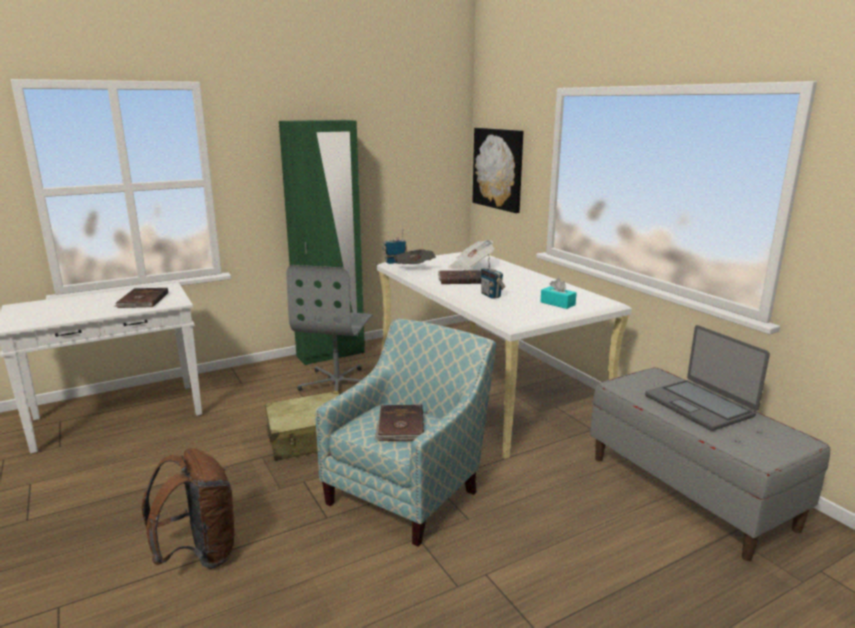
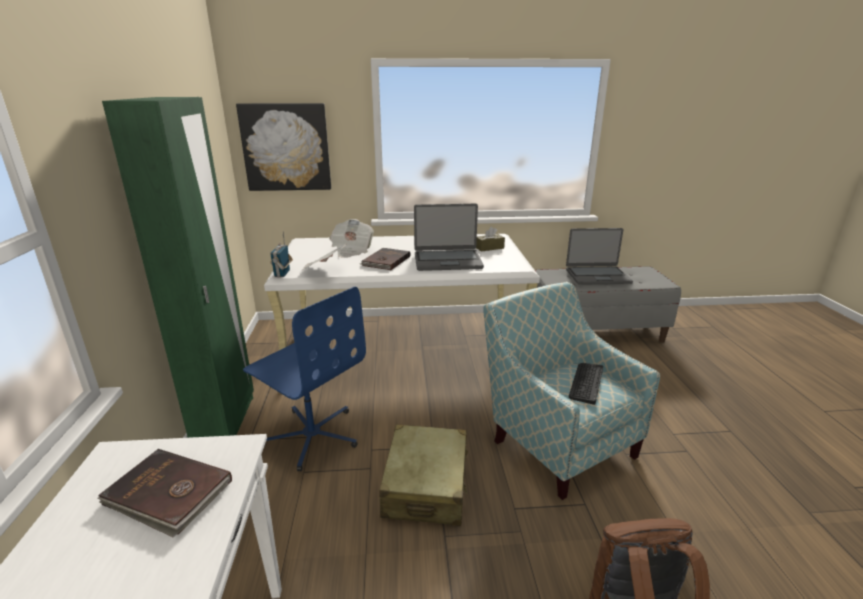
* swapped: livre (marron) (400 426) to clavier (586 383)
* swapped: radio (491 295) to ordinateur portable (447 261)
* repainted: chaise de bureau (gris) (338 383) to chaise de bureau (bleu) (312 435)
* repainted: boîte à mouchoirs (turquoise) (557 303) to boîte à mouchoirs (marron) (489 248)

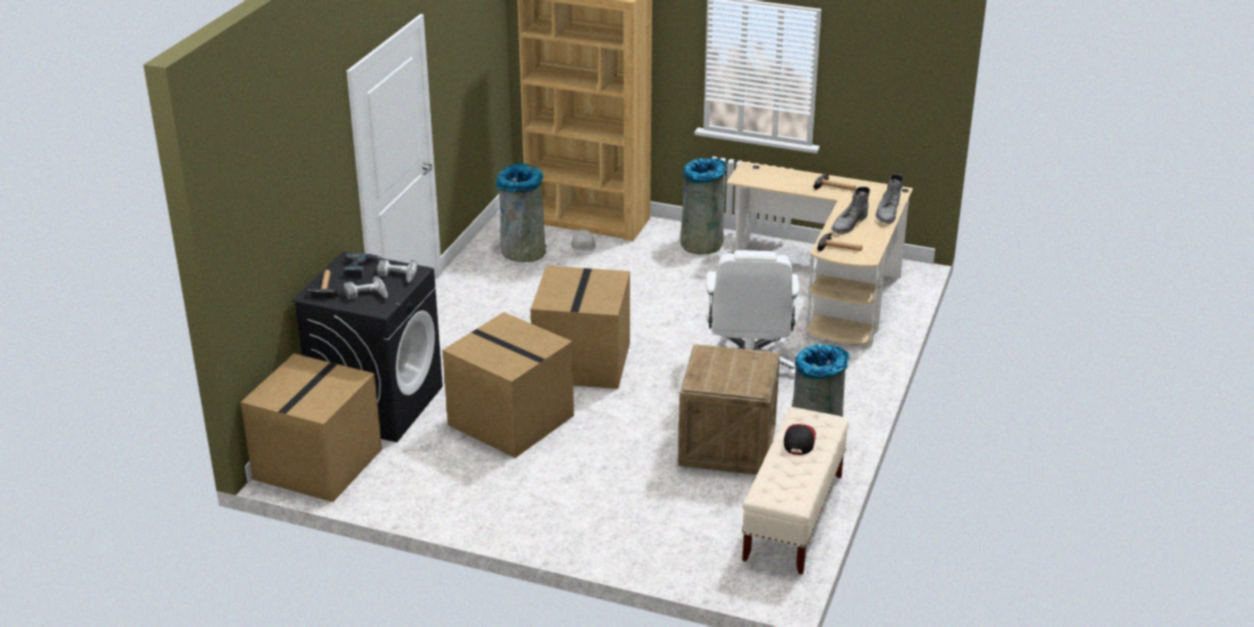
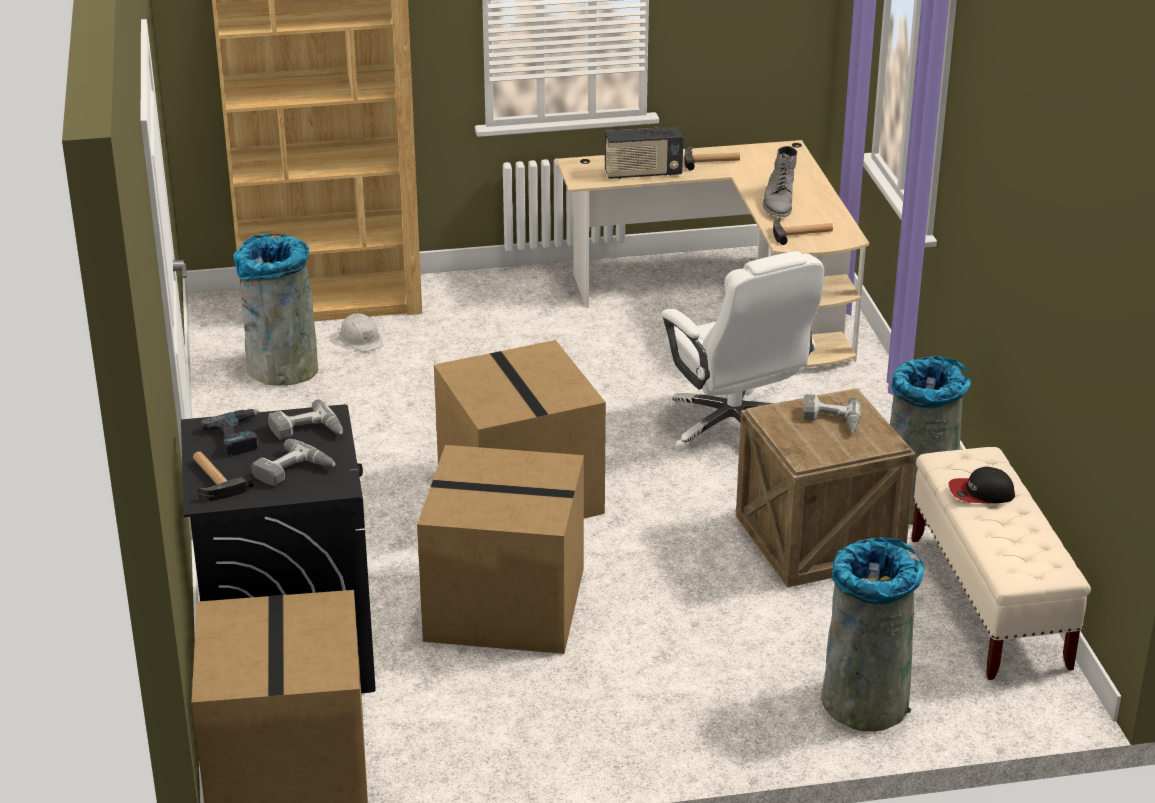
* gone: botte (gris) (887 213)
* new: radio (642 173)
* new: perceuse (831 421)
* shifted: poubelle (gris) (702 243) to (864 700)
* rotated: casquette (799 441) = (981 493) 75 degrees counterclockwise

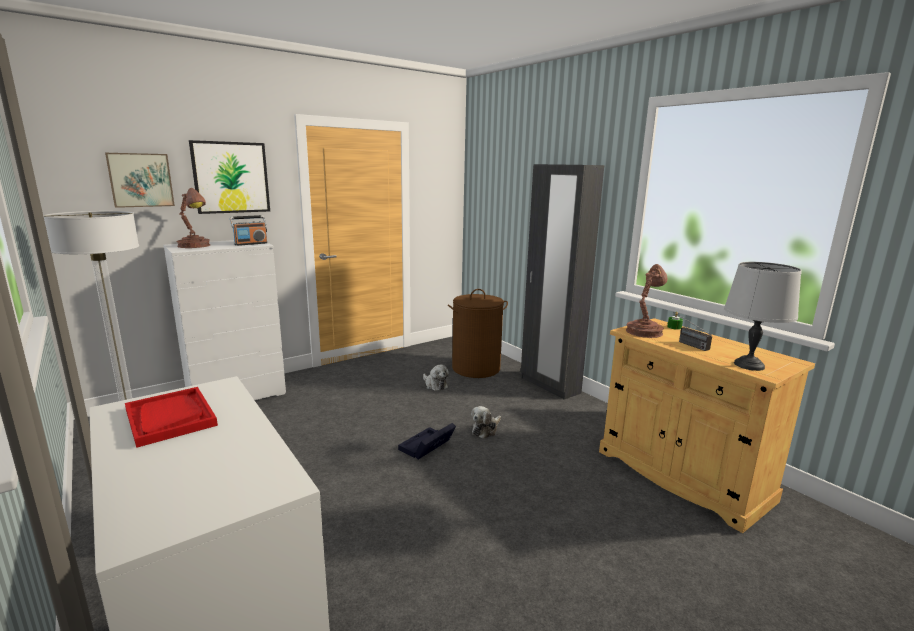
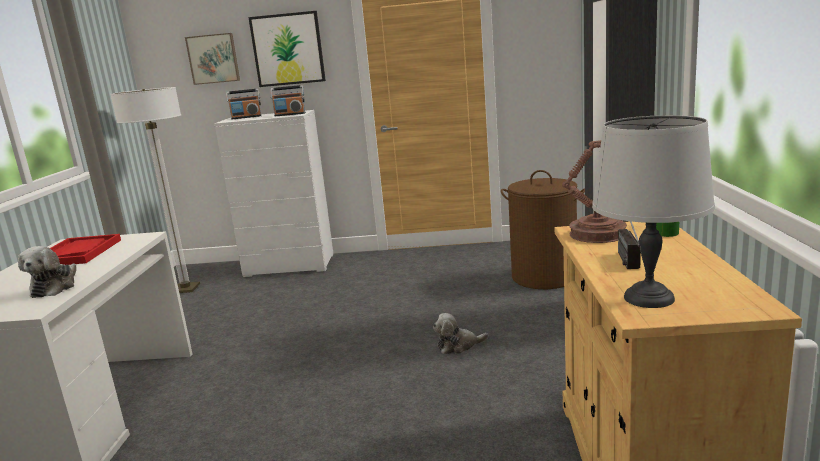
* gone: boîte de rangement (noir) (426 447)
* shifted: peluche (435 385) to (55 287)
* swapped: lampe de table (marron) (195 246) to radio (246 117)

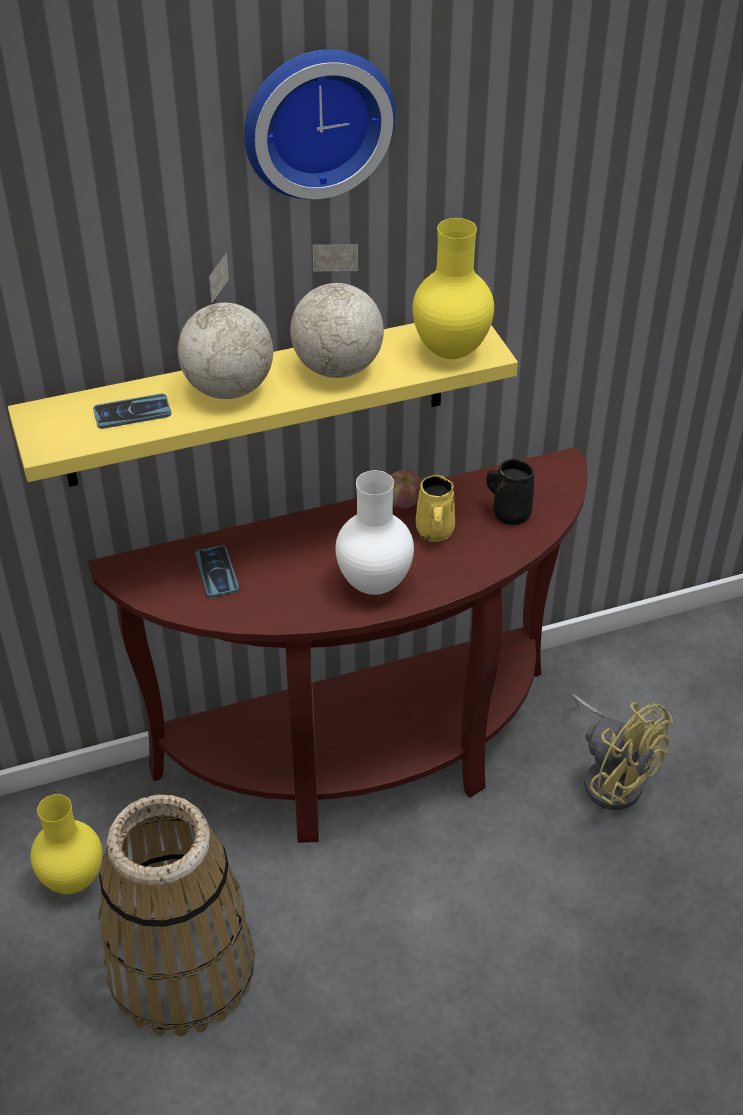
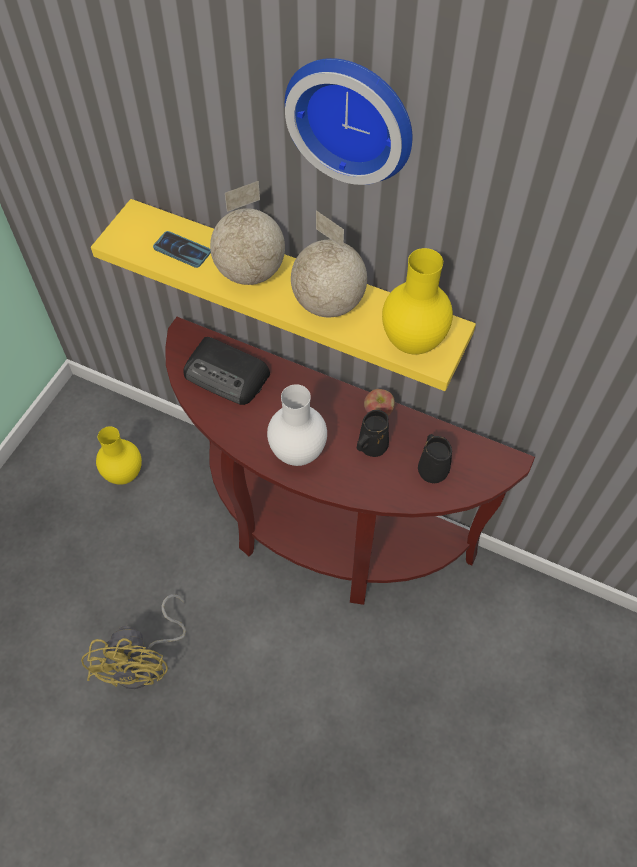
* gone: panier (182 969)
* shifted: ventilateur (jaune) (611 776) to (145 661)
* swapped: téléphone (216 572) to radio (227 375)
* repainted: mug (jaune) (434 533) to mug (noir) (371 447)

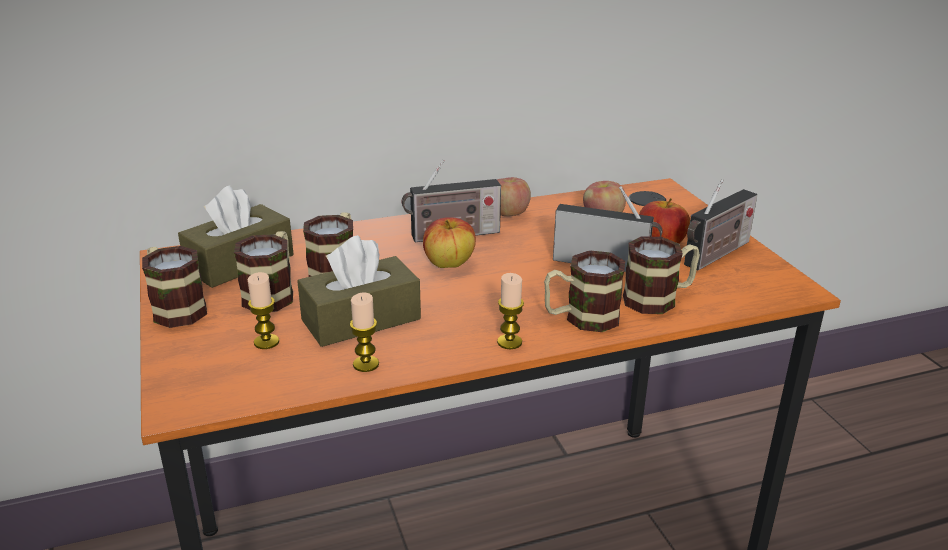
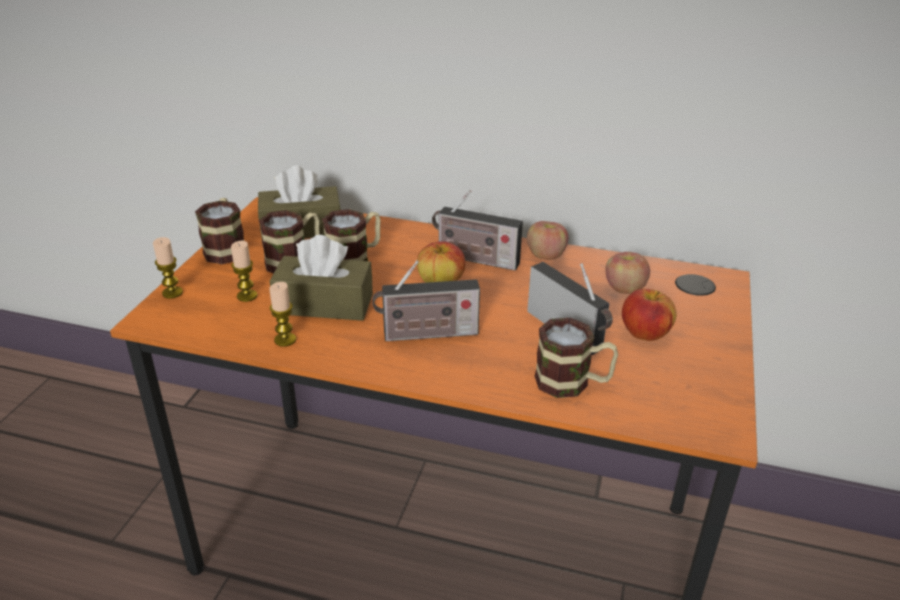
* gone: mug (581 318)
* shifted: bougie (509 342) to (172 293)
* shifted: radio (715 255) to (426 334)

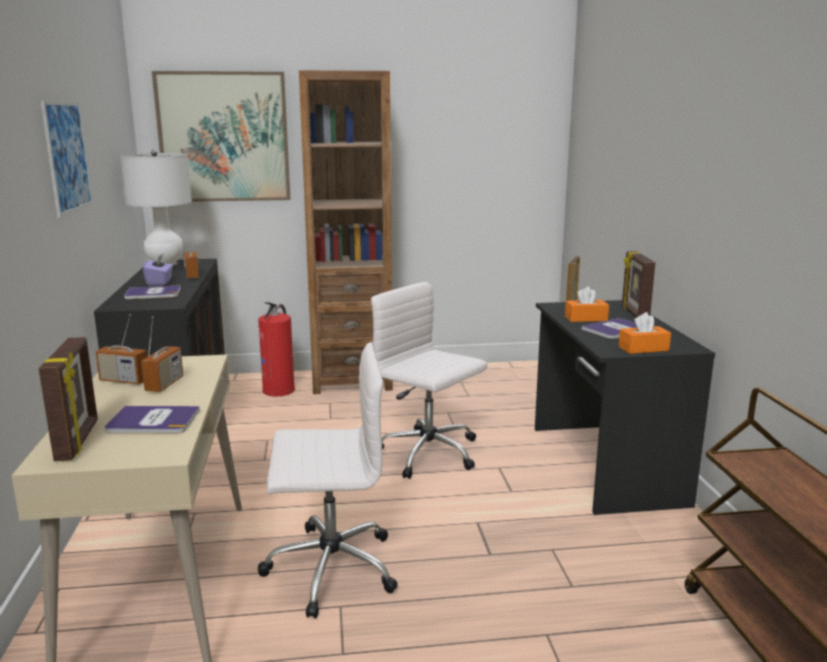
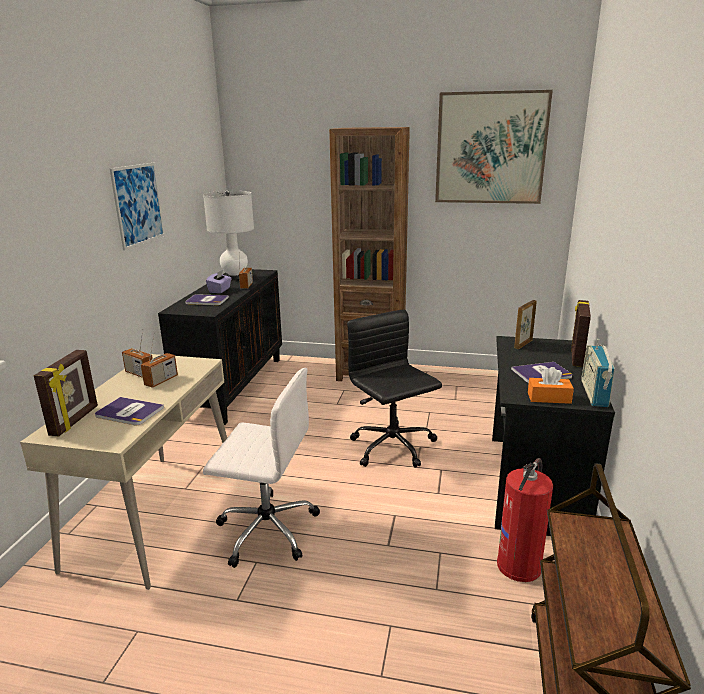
* gone: boîte à mouchoirs (orange) (586 318)
* new: radio (594 394)
* shifted: tableau (224 137) to (490 148)
* shifted: extincteur (279 390) to (519 565)
* repainted: chaise de bureau (blanc) (430 454) to chaise de bureau (noir) (393 447)

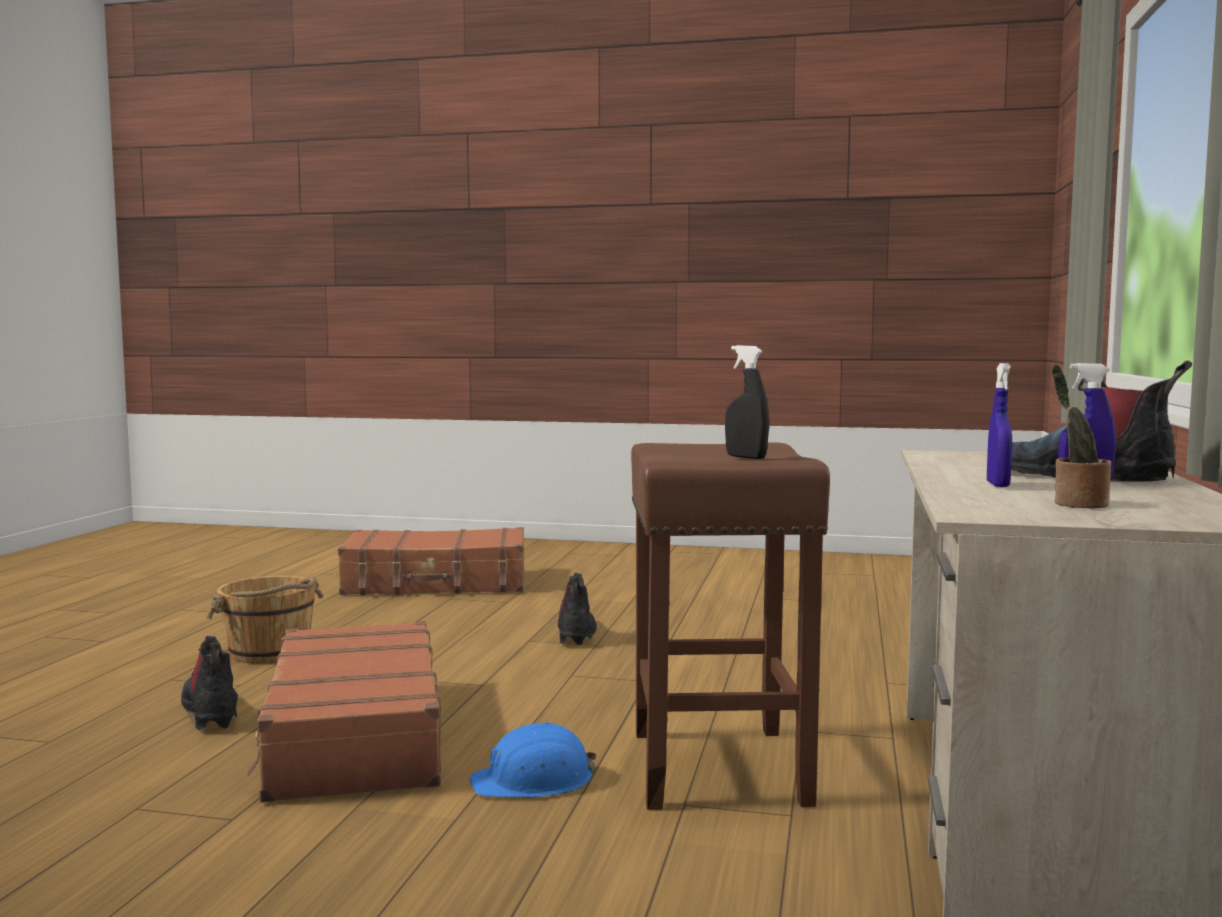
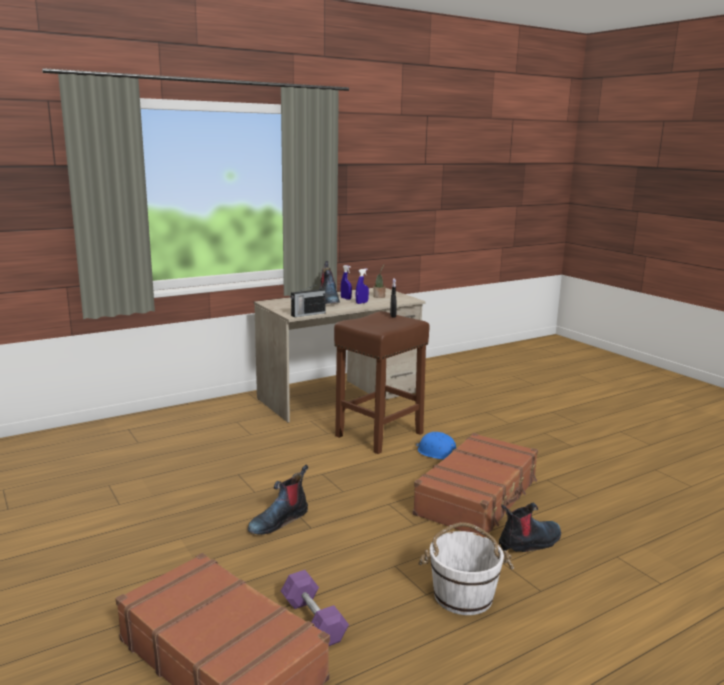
* new: haltère (violet) (313 620)
* new: radio (307 314)
* repainted: seau (marron) (270 652) to seau (blanc) (463 595)
* rotated: botte (212 712) = (529 543) 135 degrees counterclockwise

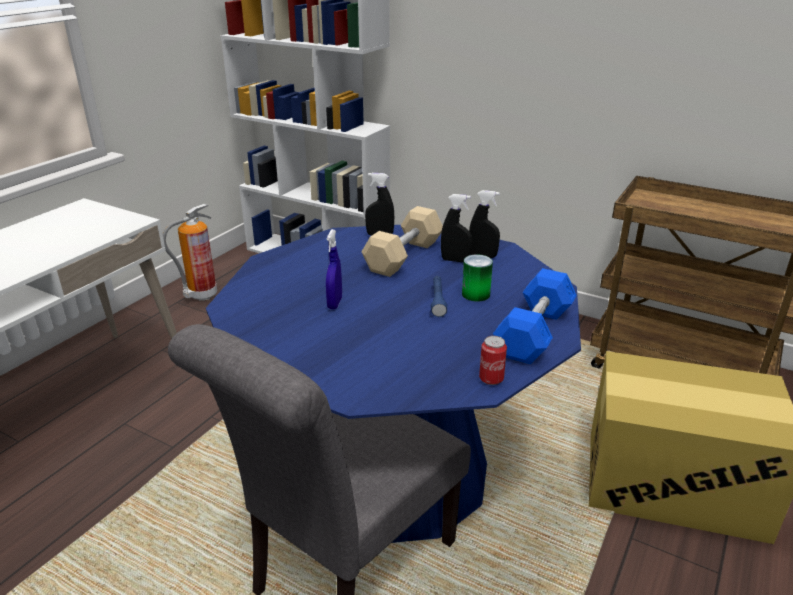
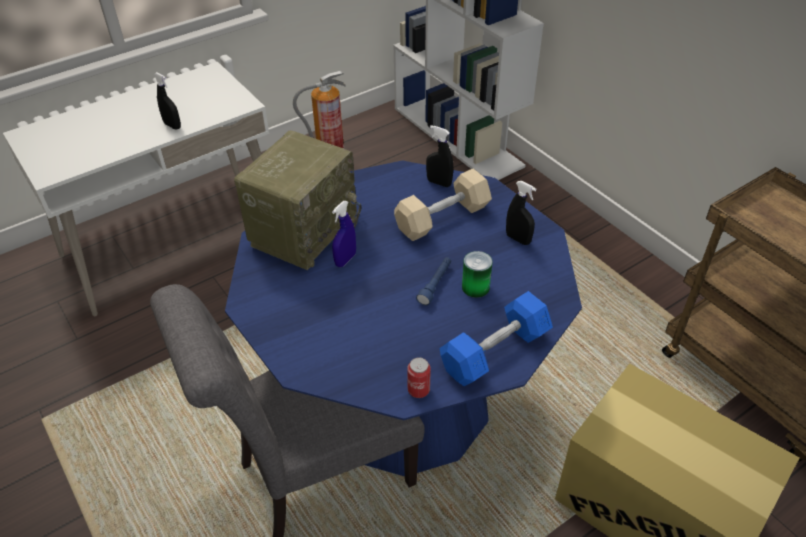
* new: radio (303 230)
* shifted: vaporisateur (noir) (455 260) to (172 125)

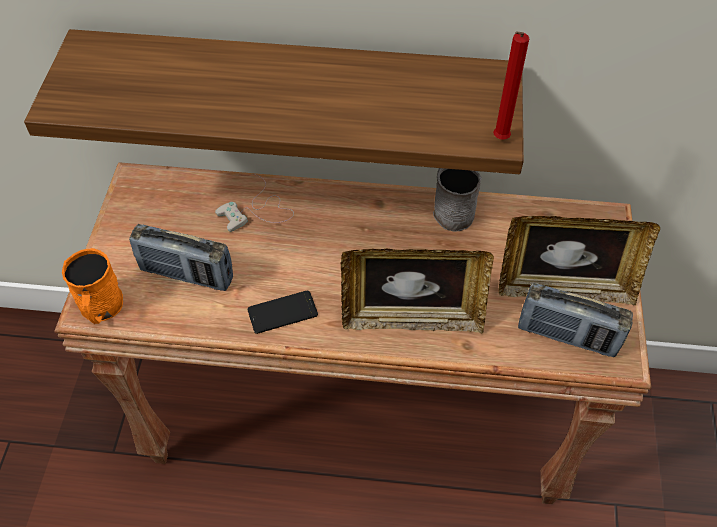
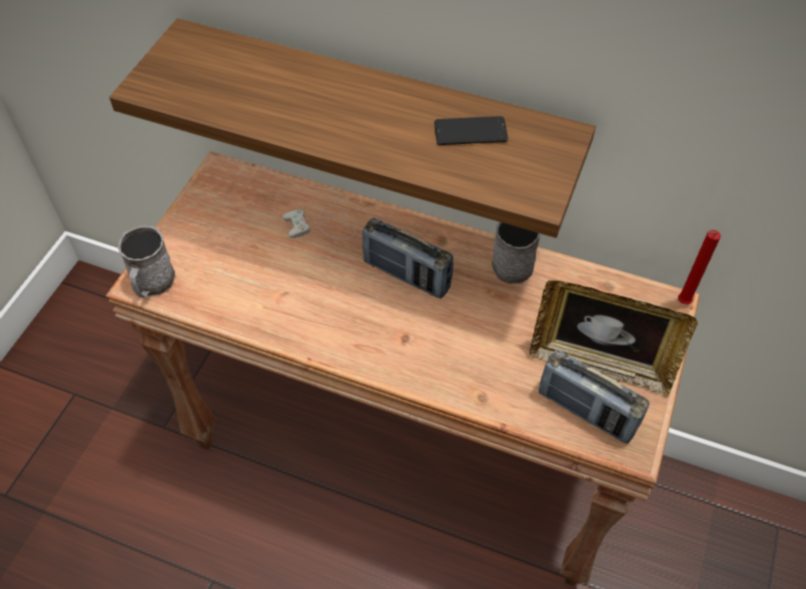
* gone: cadre photo (412 318)
* shifted: radio (187 274) to (406 275)
* shifted: téléphone (282 312) to (470 132)
* shifted: bougie (rouge) (499 140) to (681 303)
* repainted: mug (orange) (101 308) to mug (gris) (152 284)

